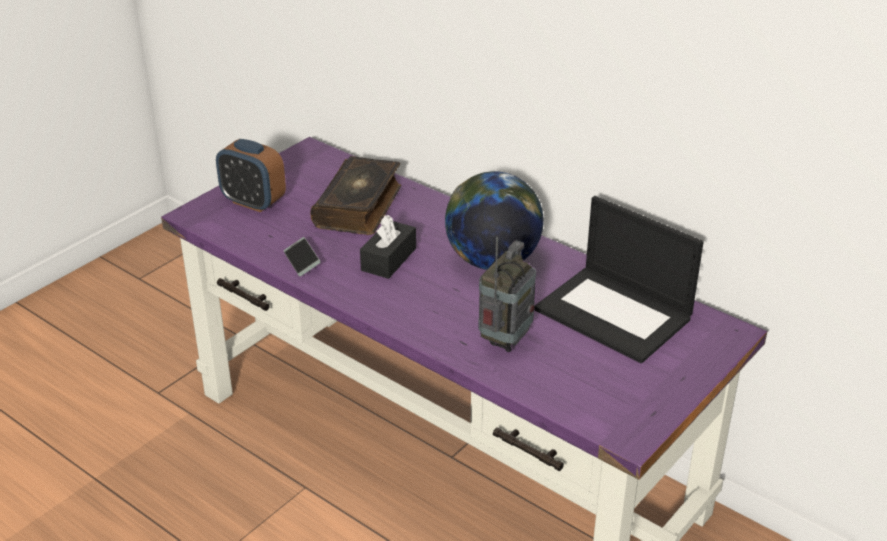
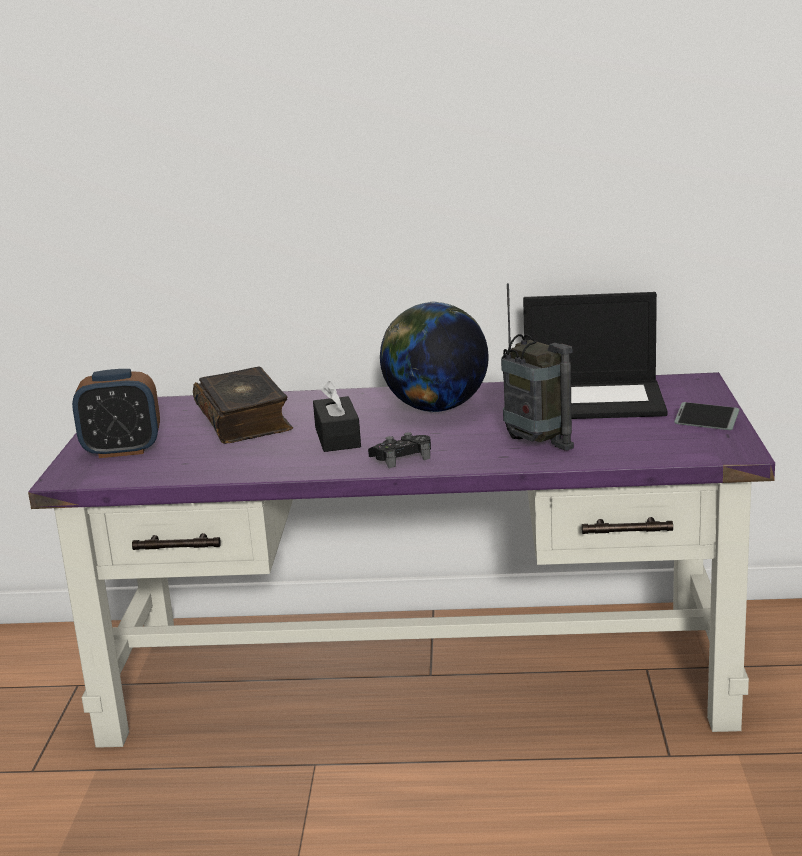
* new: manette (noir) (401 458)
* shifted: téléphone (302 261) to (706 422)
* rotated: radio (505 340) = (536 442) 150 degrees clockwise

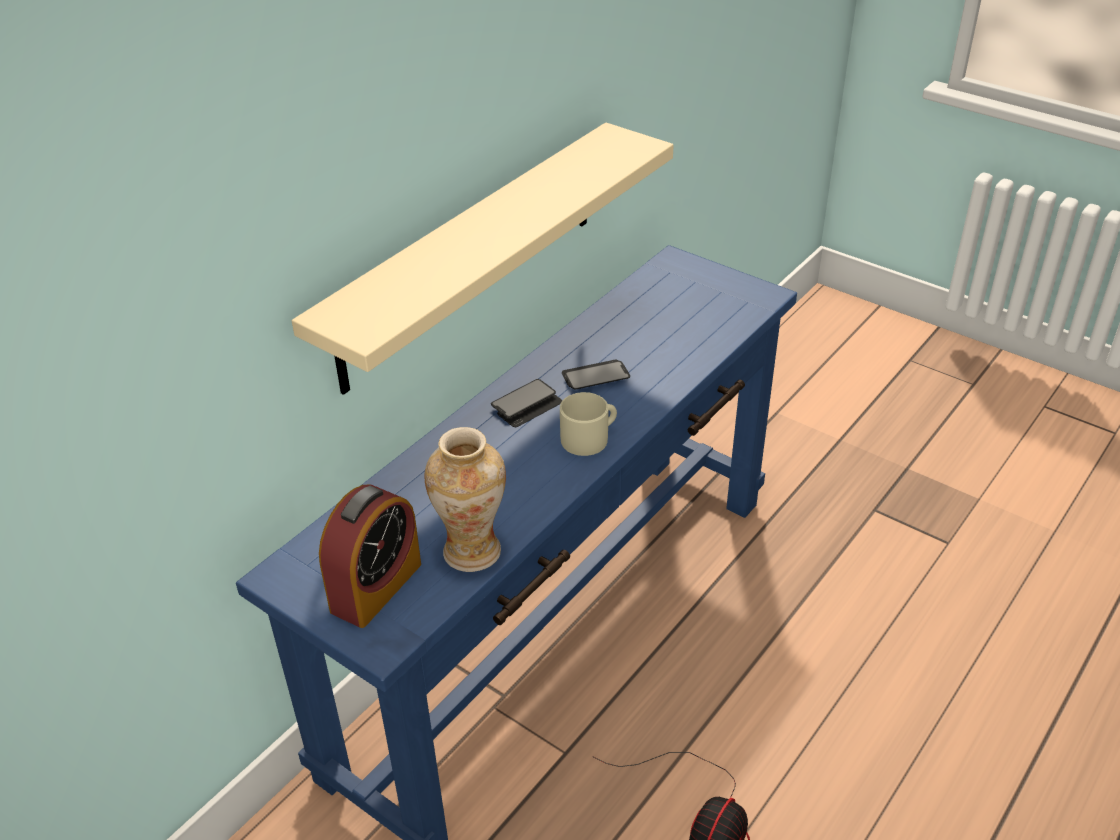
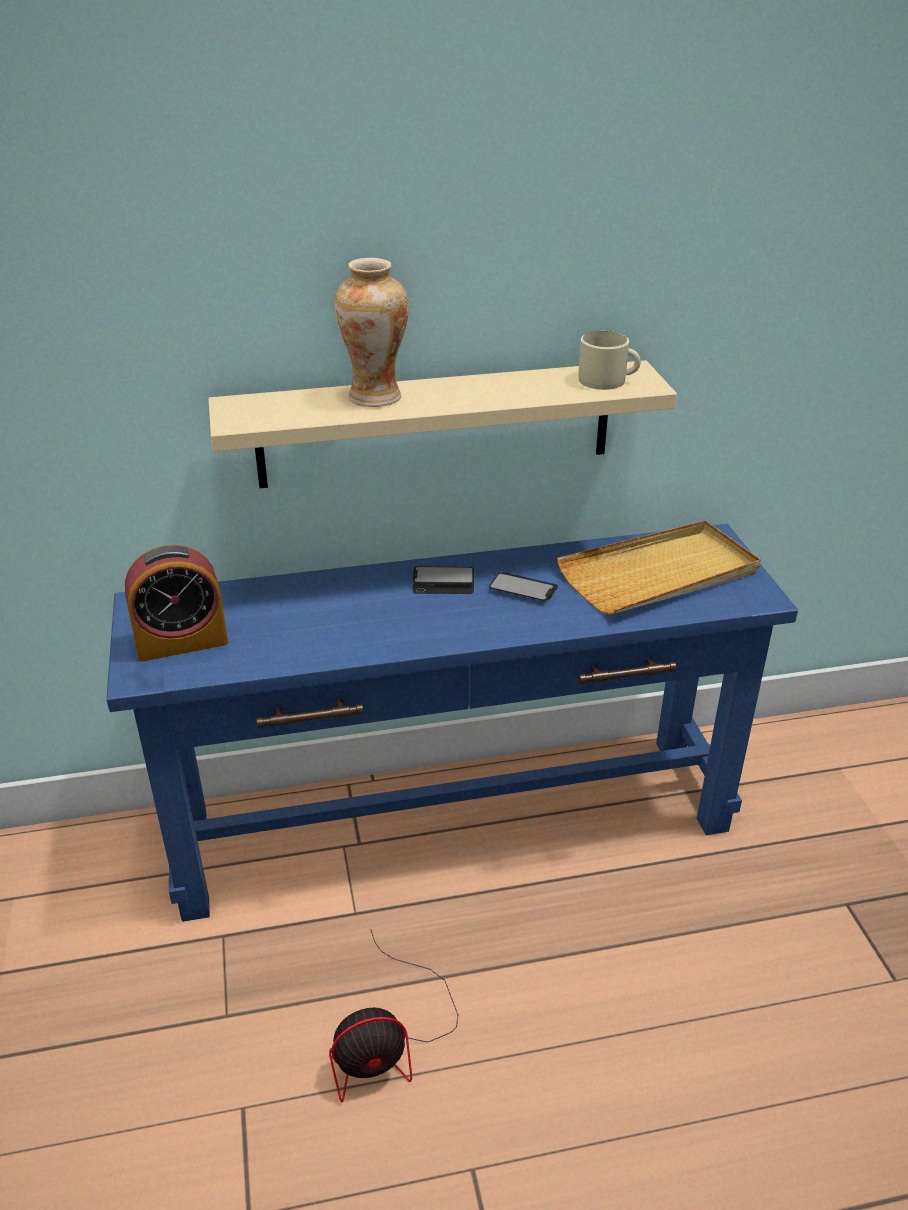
* new: plateau (beige) (660 574)
* shifted: vase (471 551) to (375 397)
* shifted: mug (beige) (589 438) to (608 380)

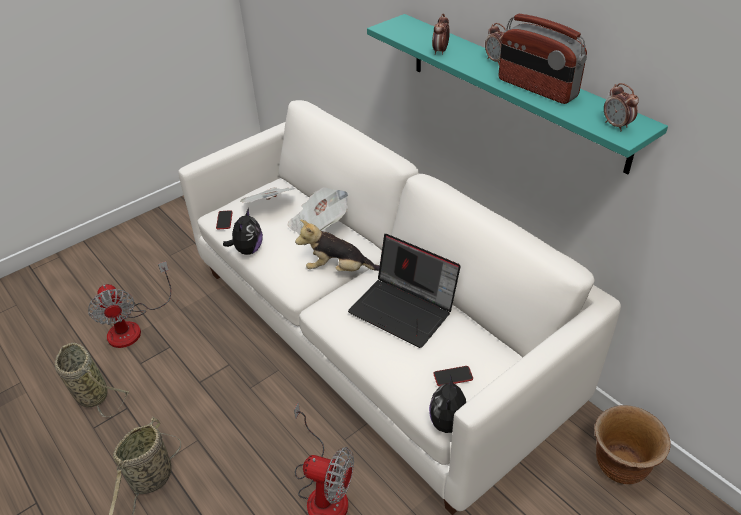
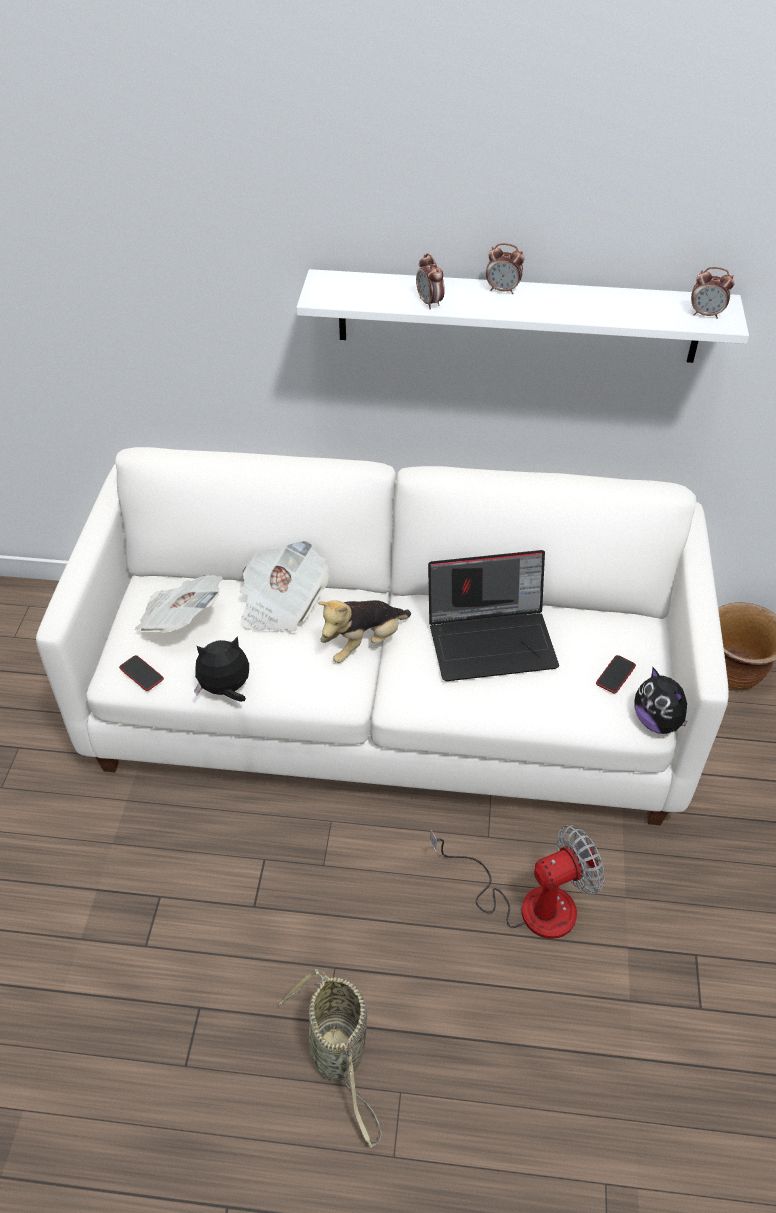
* gone: panier (90 393)
* gone: ventilateur (133 326)
* gone: radio (536 88)
* repainted: étagère (turquoise) (514 89) to étagère (blanc) (517 316)
* rotated: peluche (248 250) = (226 689) 75 degrees counterclockwise

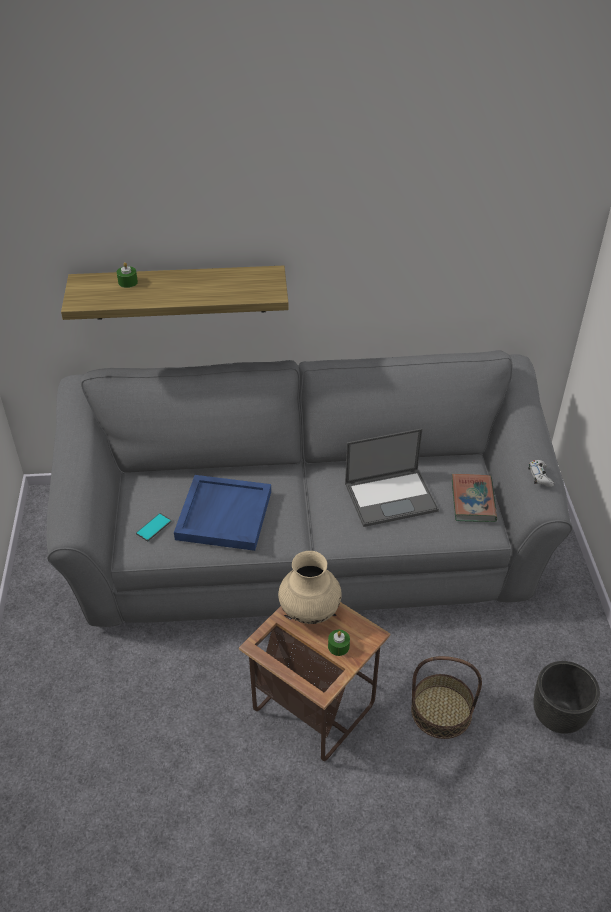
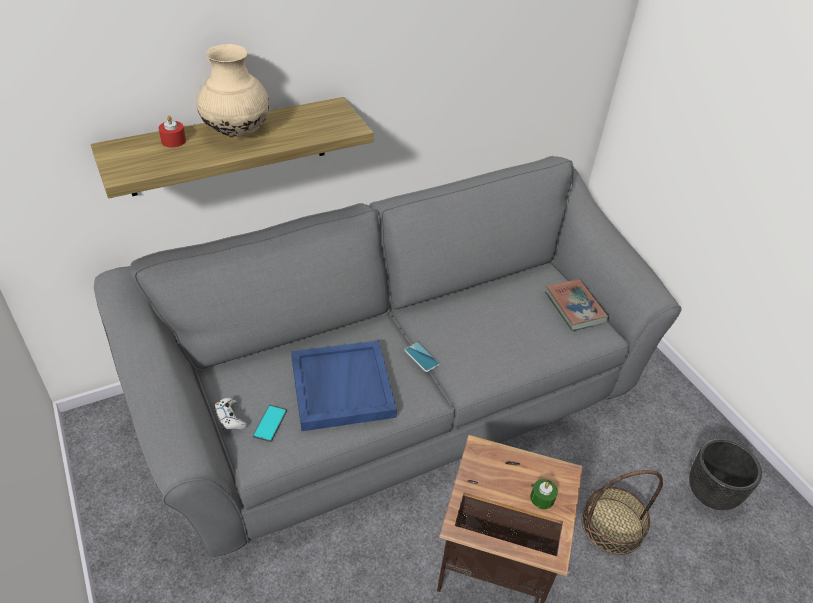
* gone: ordinateur portable (391 496)
* new: téléphone (421 357)
* shifted: vase (beige) (310 611) to (237 132)
* shifted: manette (blanc) (540 476) to (230 418)
* repainted: bougie (vert) (128 282) to bougie (rouge) (173 141)

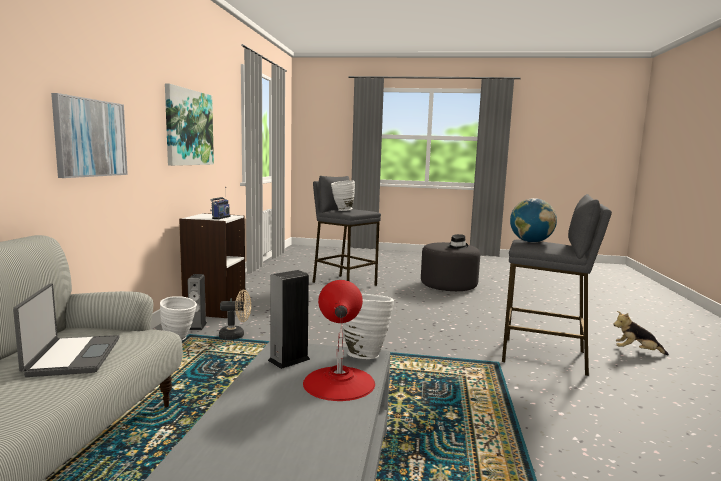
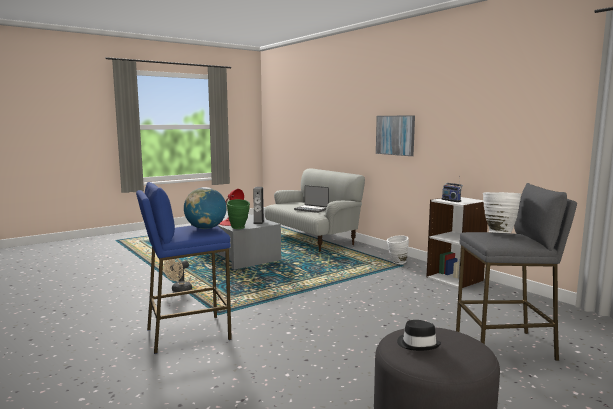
* gone: tableau (188 127)
* gone: enceinte (197 326)
* gone: peluche (636 352)
* shifted: ventilateur (beige) (236 335) to (179 290)
* repainted: vase (blanc) (365 354) to vase (vert) (239 228)
* repainted: tabouret (gris) (544 356) to tabouret (bleu) (187 334)

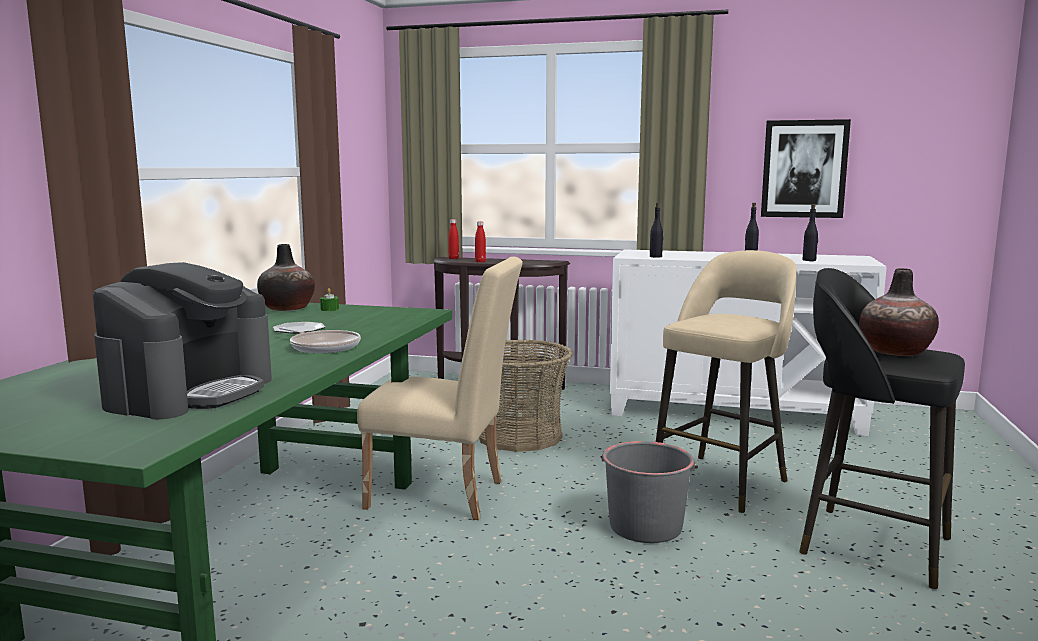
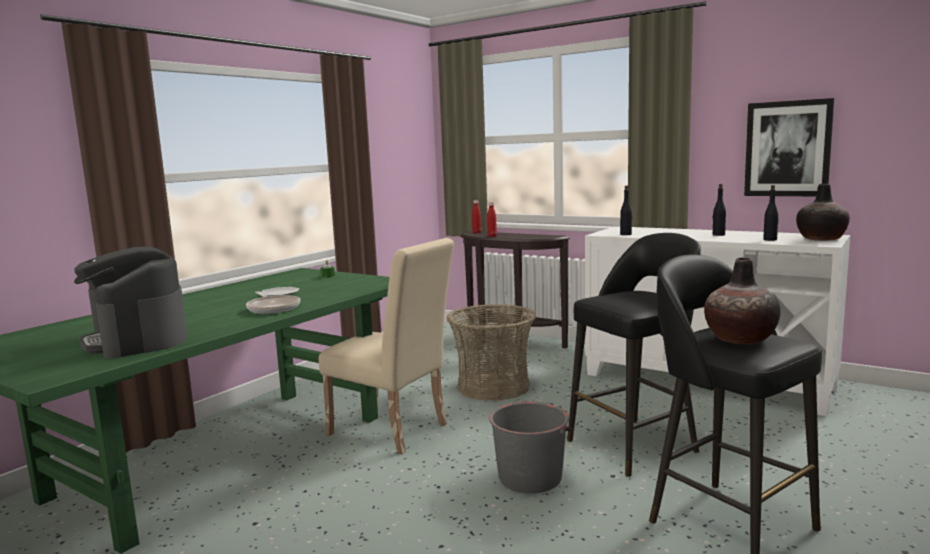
* shifted: vase (287 308) to (821 239)
* repainted: tabouret (beige) (722 481) to tabouret (noir) (635 445)
* rotated: machine à café (191 392) = (137 340) 105 degrees clockwise

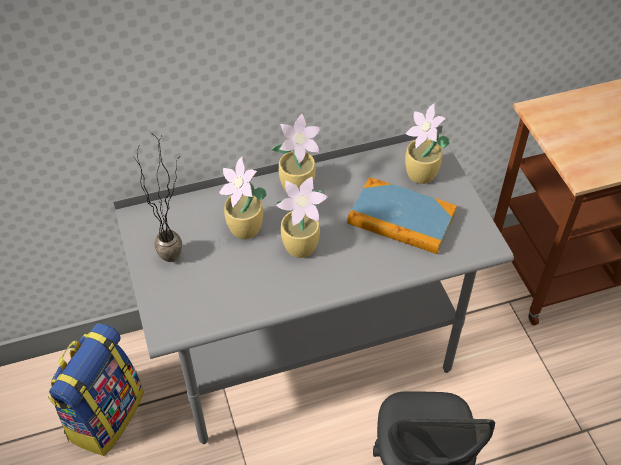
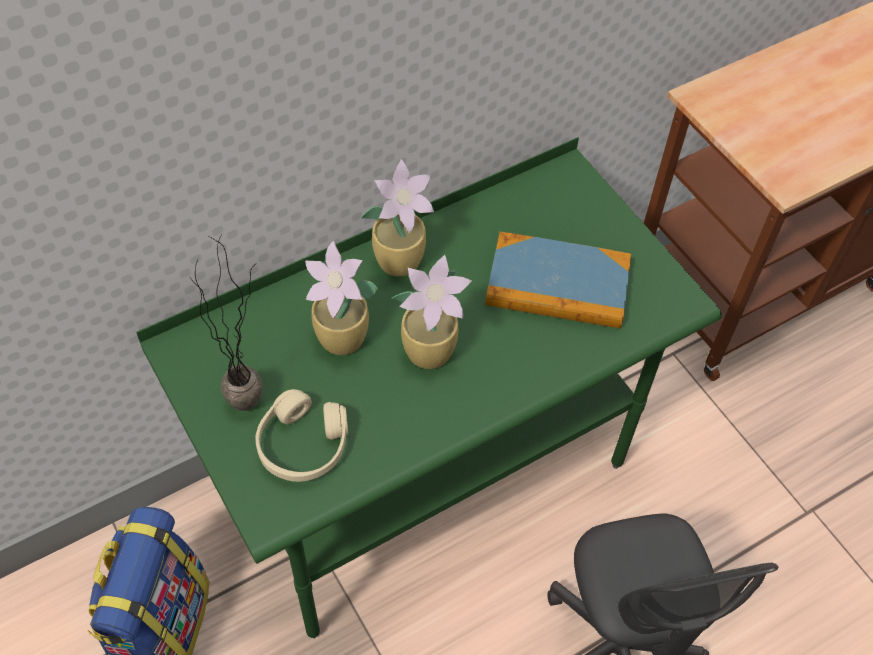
* gone: plante en pot (421 175)
* new: casque audio (beige) (302 445)
* repainted: bureau (gris) (310 354) to bureau (vert) (429 479)

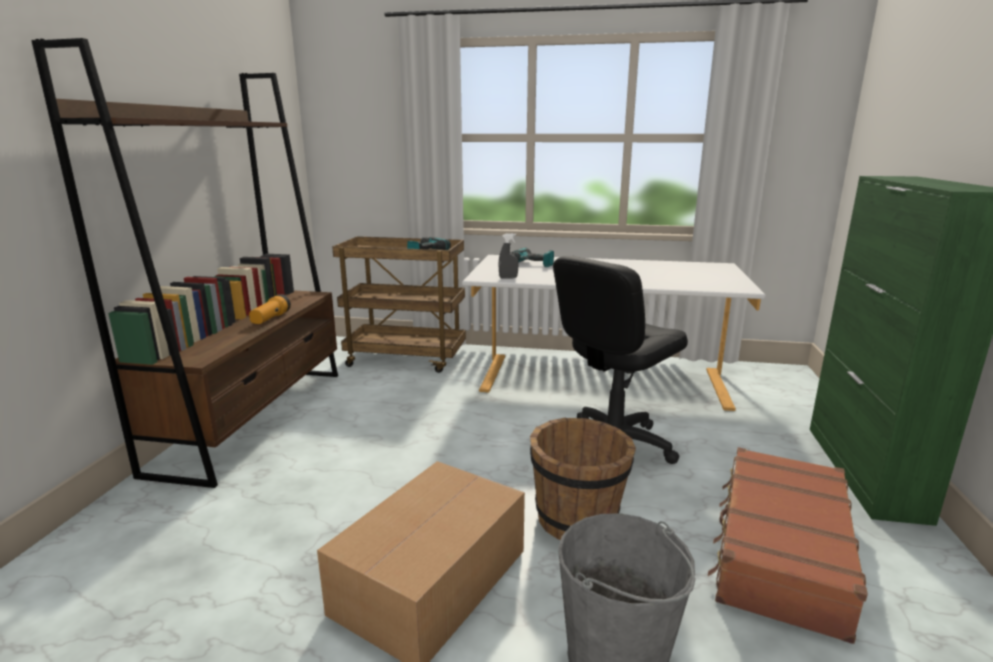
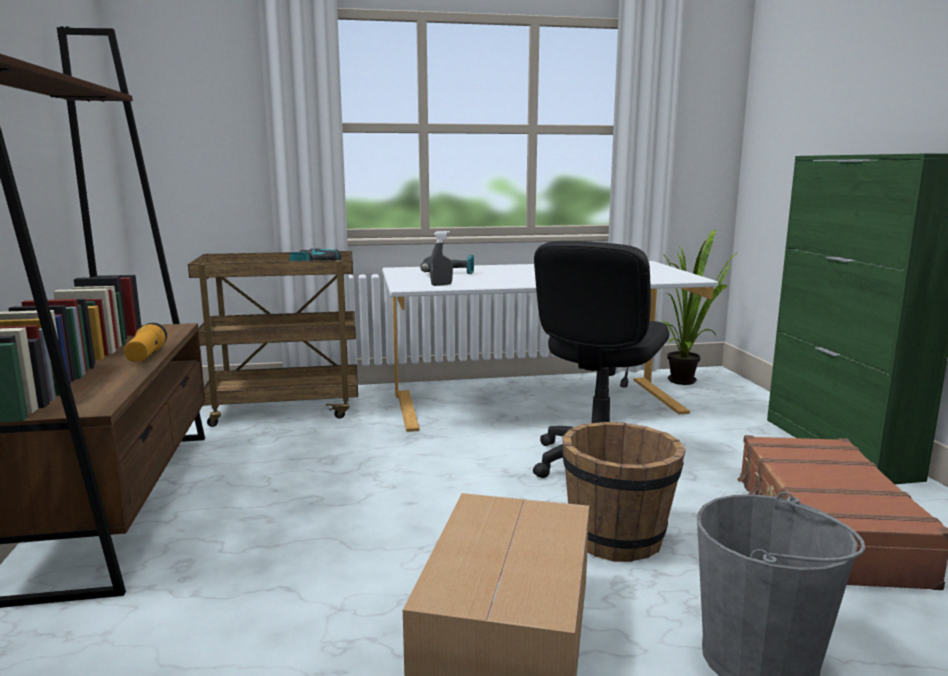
* new: plante en pot (687 380)

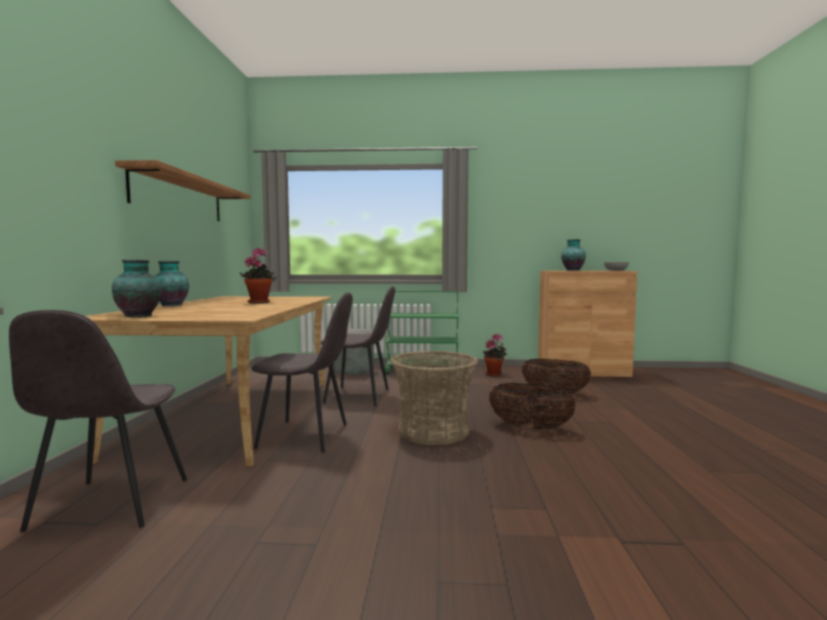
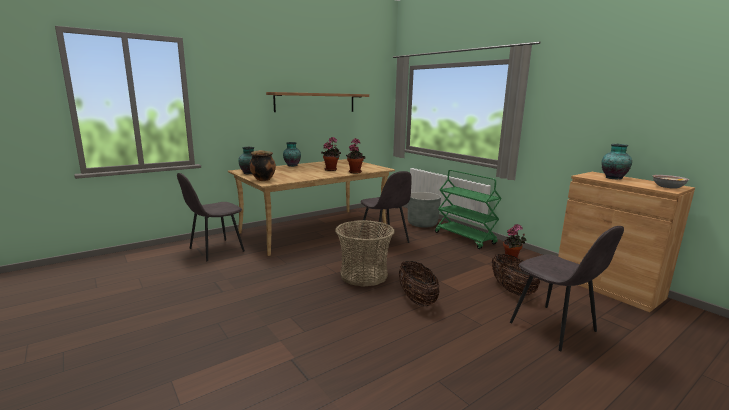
* new: marmite (263 179)
* new: plante en pot (355 172)
* shifted: chaise (gris) (306 436) to (554 328)

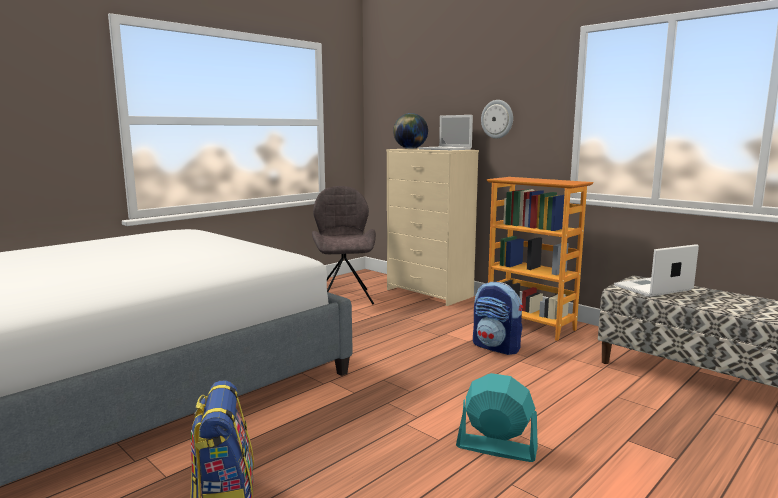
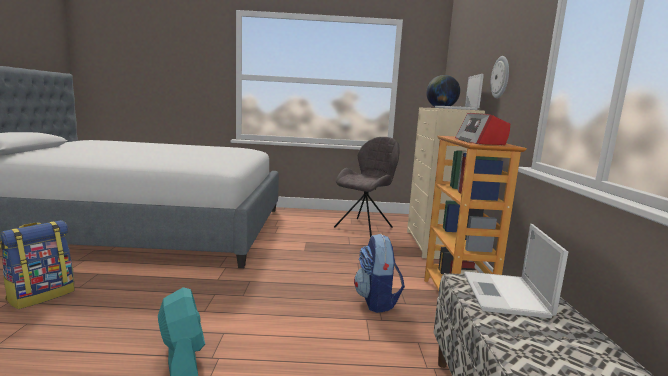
* new: radio (479 142)
* rotated: ordinateur portable (652 288) = (506 295) 105 degrees counterclockwise

